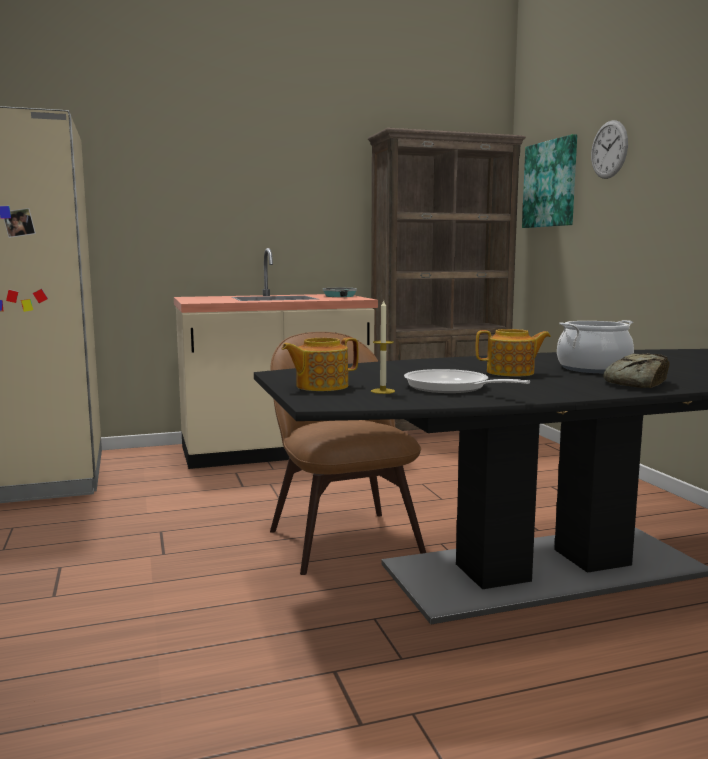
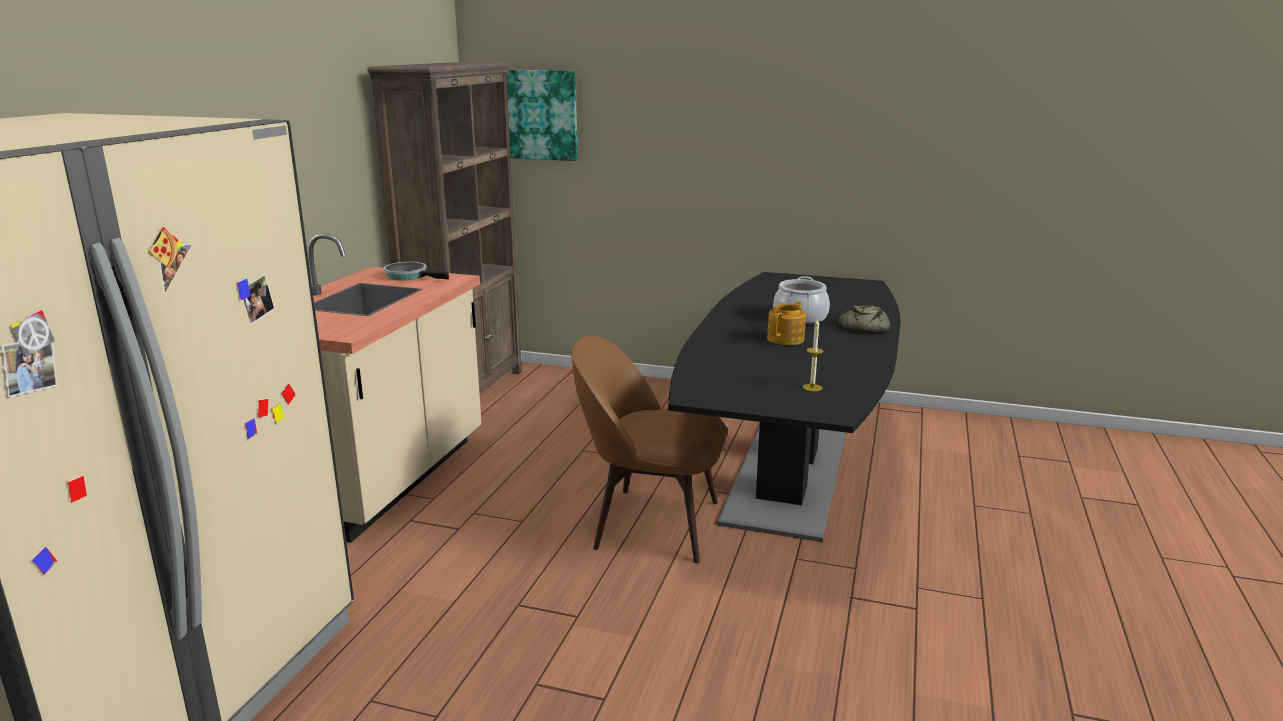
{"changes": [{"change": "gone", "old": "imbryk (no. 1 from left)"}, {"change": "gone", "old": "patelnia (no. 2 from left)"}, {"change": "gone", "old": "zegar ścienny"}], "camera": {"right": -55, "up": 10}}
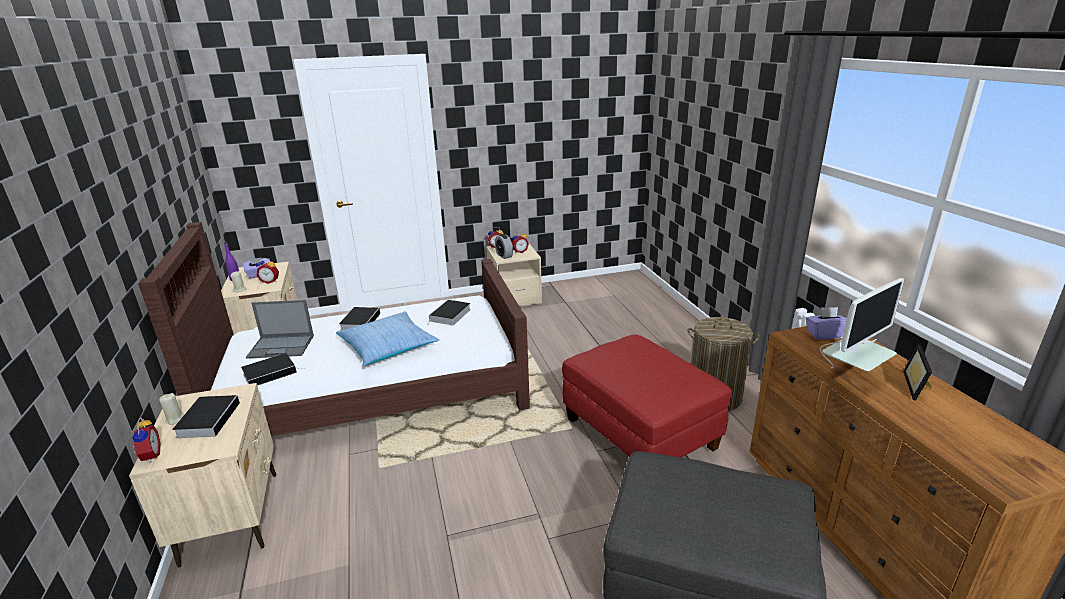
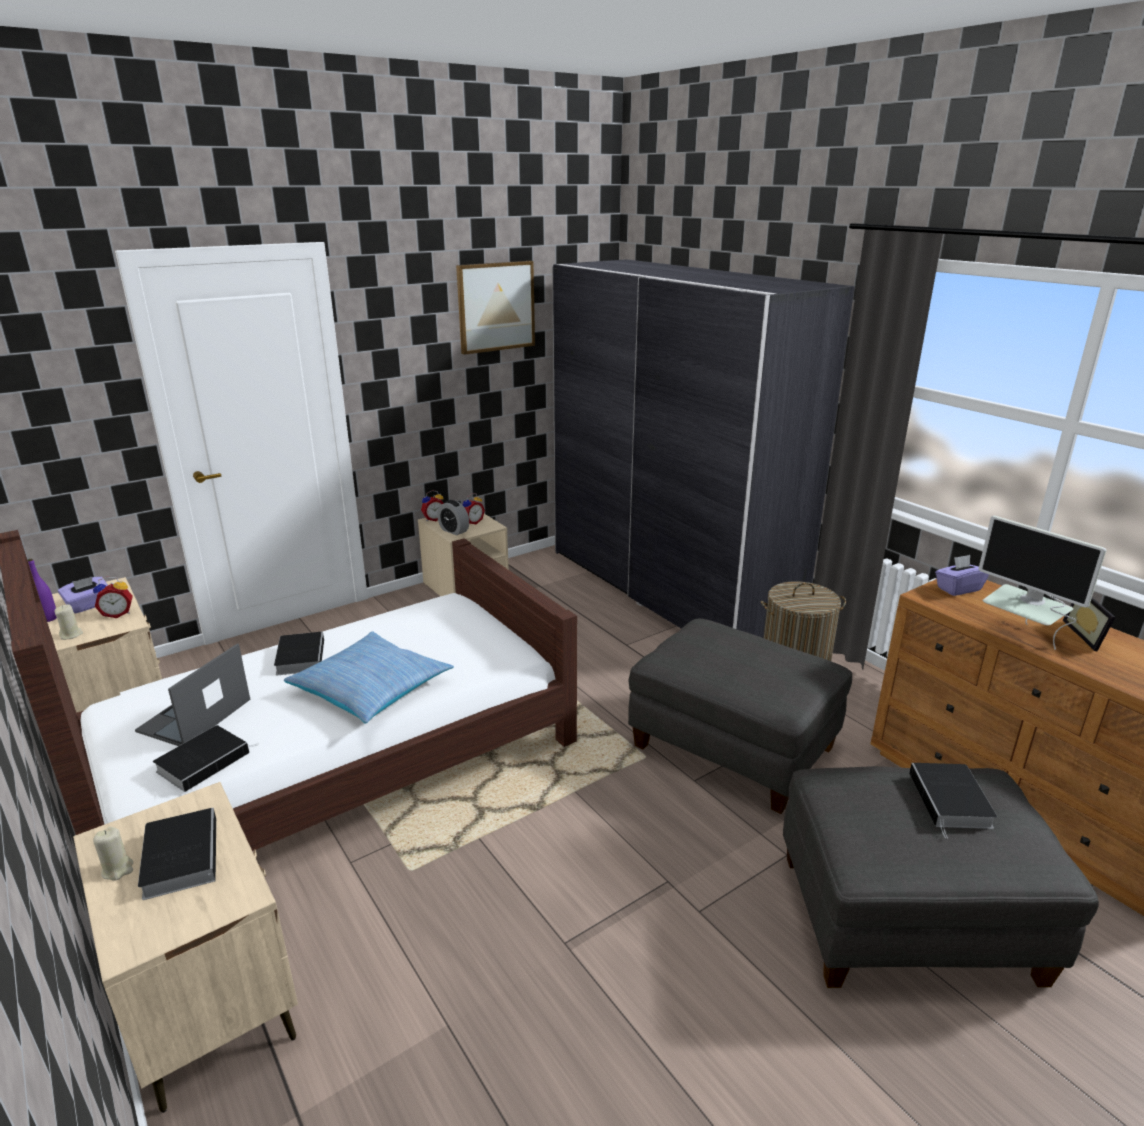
{"changes": [{"change": "gone", "old": "budzik (no. 1 from left)"}, {"change": "rotated", "old": "laptop", "degrees": 135}, {"change": "shifted", "old": "książka (no. 4 from left)"}, {"change": "repainted", "old": "pufa/czerwony", "new": "pufa/szary (no. 1 from left)"}, {"change": "rotated", "old": "monitor", "degrees": 105}, {"change": "new", "new": "obraz"}, {"change": "new", "new": "szafa/szary"}], "camera": {"right": -20, "up": 0}}
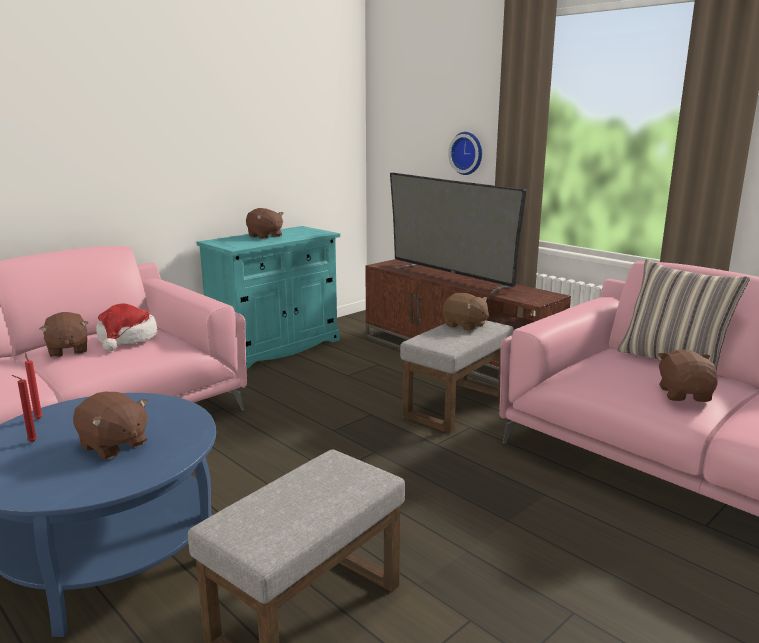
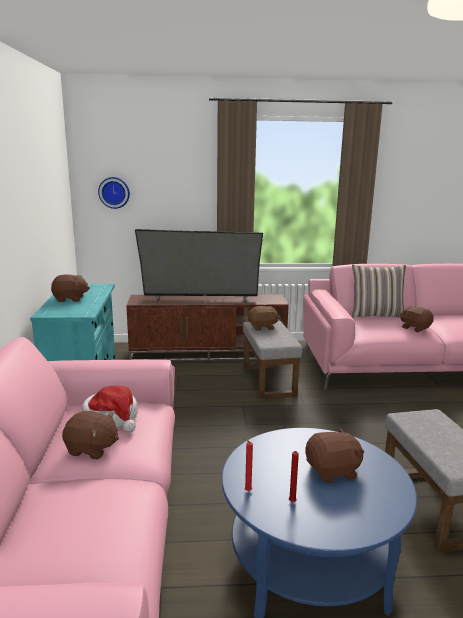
{"changes": [{"change": "shifted", "old": "zegar ścienny"}], "camera": {"right": -50, "up": 0}}
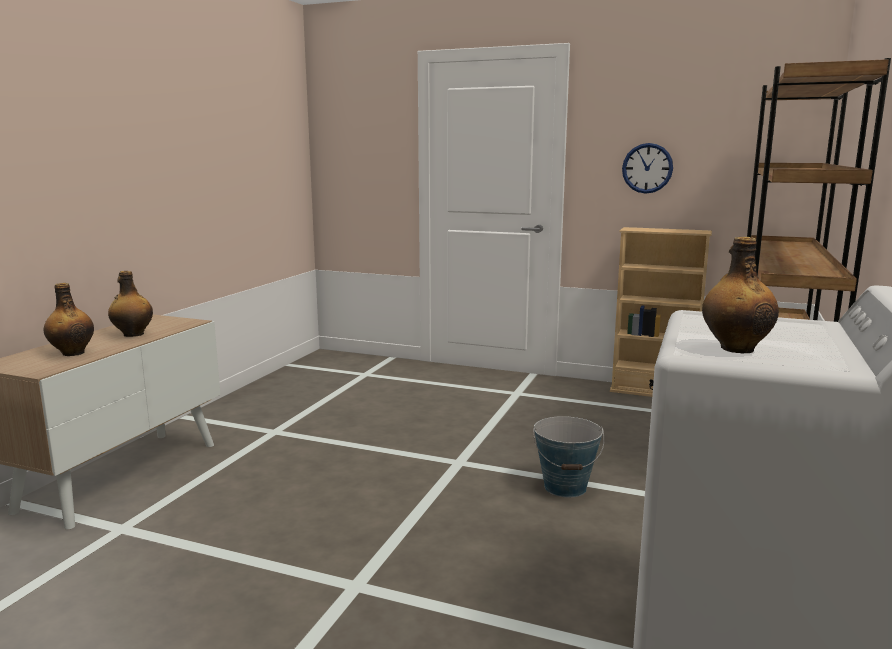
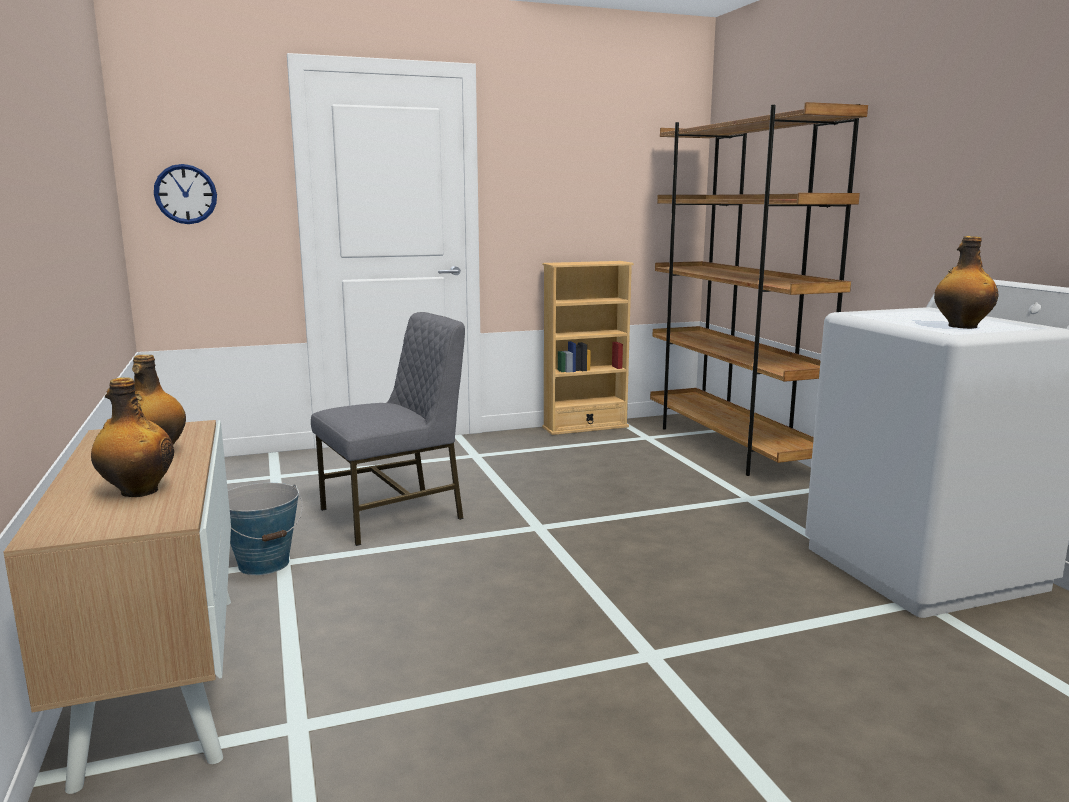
{"changes": [{"change": "shifted", "old": "wiadro"}, {"change": "shifted", "old": "zegar ścienny"}, {"change": "new", "new": "krzesło/szary"}], "camera": {"right": -40, "up": 0}}
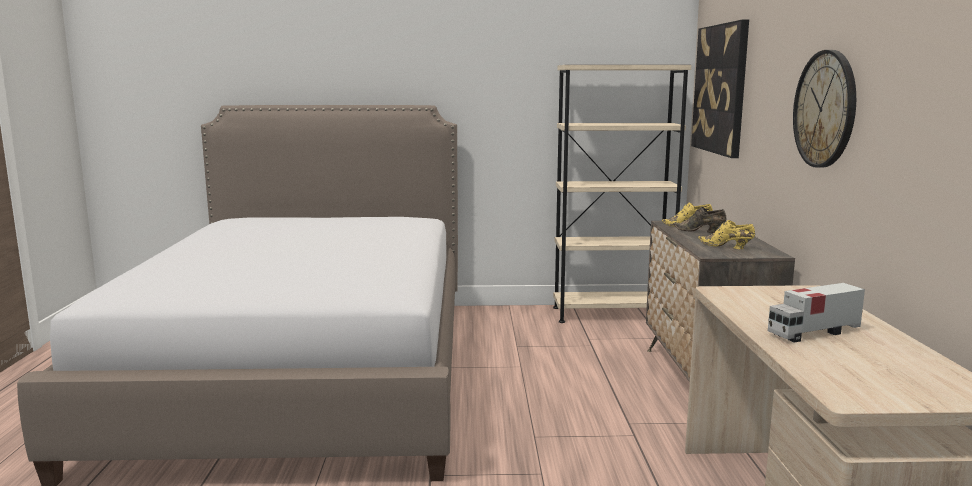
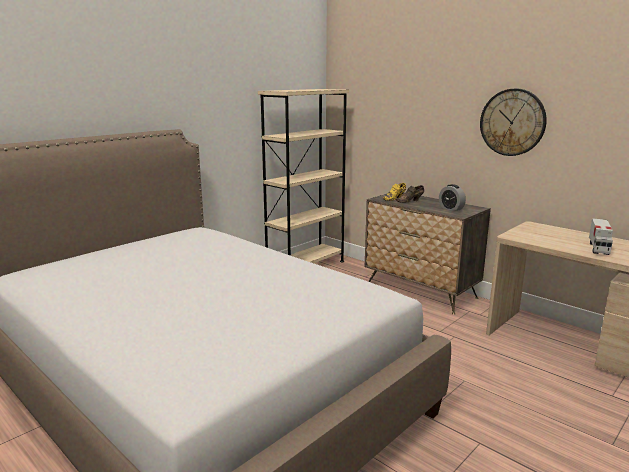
{"changes": [{"change": "gone", "old": "obraz"}, {"change": "swapped", "old": "but/żółty (no. 2 from left)", "new": "budzik"}], "camera": {"right": -45, "up": 5}}
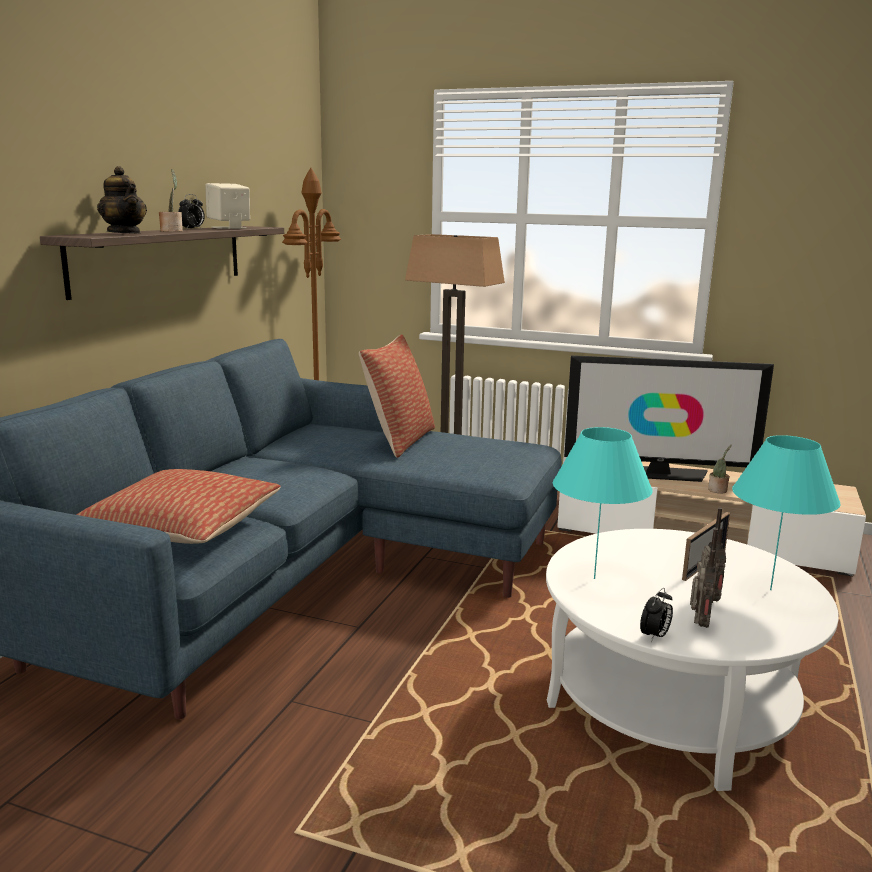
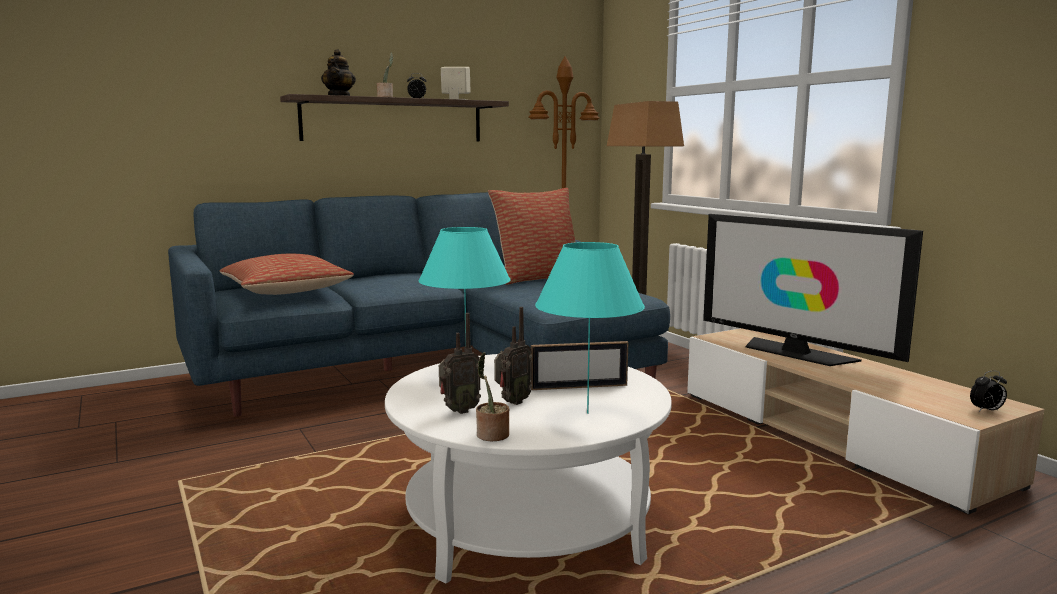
{"changes": [{"change": "shifted", "old": "budzik (no. 2 from left)"}, {"change": "shifted", "old": "roślina doniczkowa (no. 2 from left)"}], "camera": {"right": 40, "up": -5}}
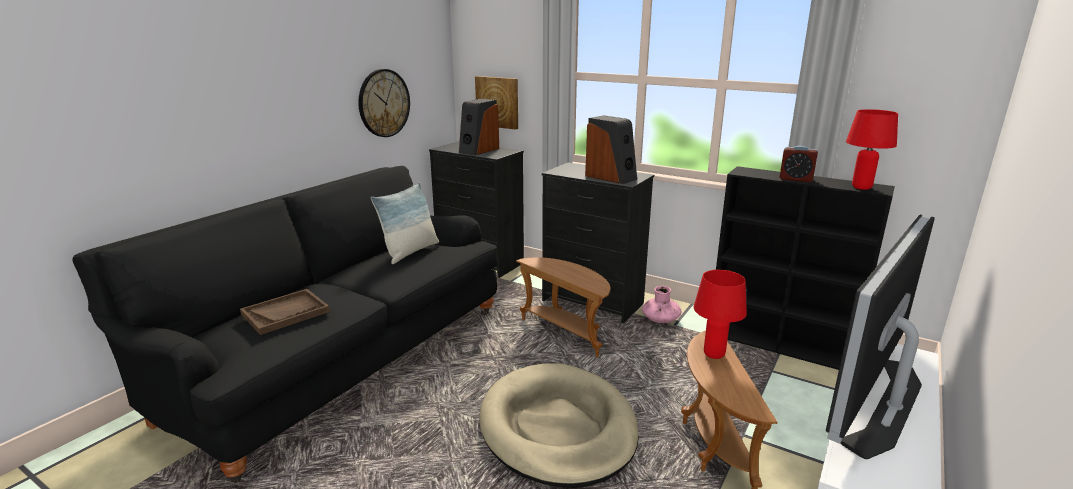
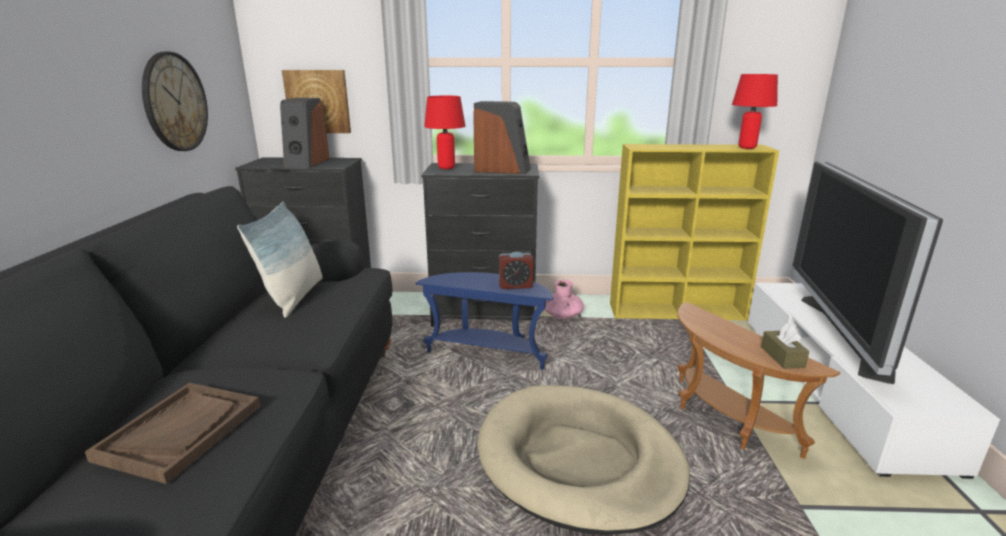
{"changes": [{"change": "repainted", "old": "stolik/brązowy (no. 1 from left)", "new": "stolik/niebieski"}, {"change": "shifted", "old": "lampa stołowa/czerwony (no. 1 from left)"}, {"change": "repainted", "old": "regał/czarny", "new": "regał/żółty"}, {"change": "shifted", "old": "budzik"}, {"change": "new", "new": "pudełko chusteczek/brązowy"}], "camera": {"right": -30, "up": 0}}
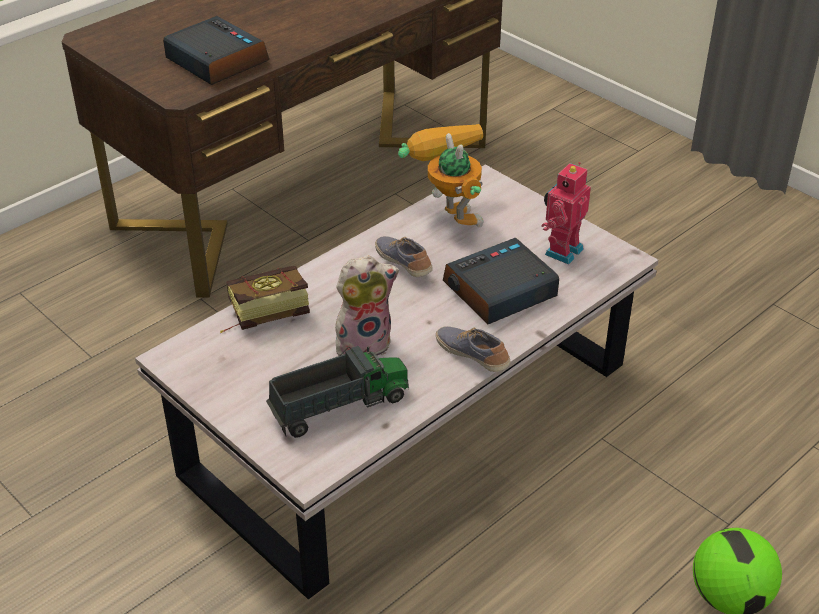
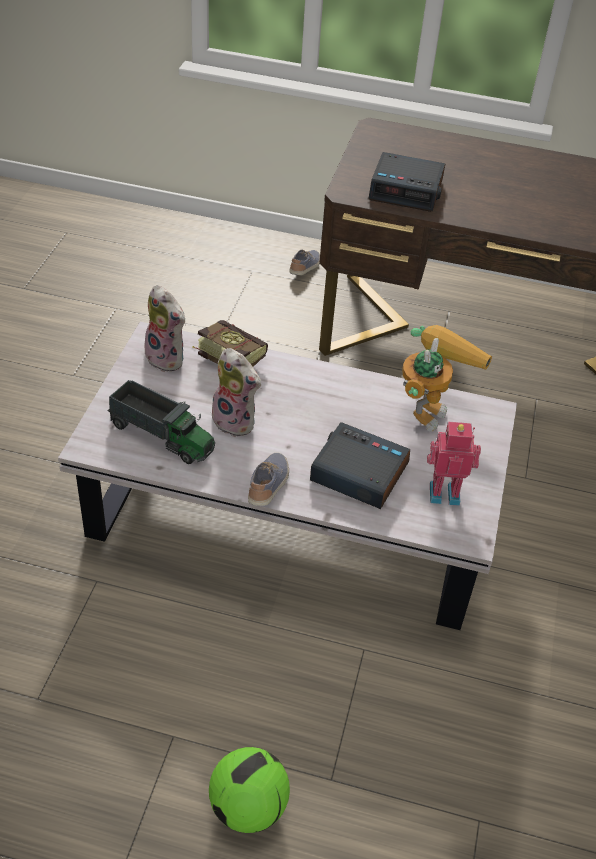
{"changes": [{"change": "rotated", "old": "budzik (no. 1 from left in the first image)", "degrees": 90}, {"change": "shifted", "old": "but (no. 1 from left in the first image)", "new": "but (no. 2 from left)"}, {"change": "new", "new": "pluszak (no. 1 from left)"}], "camera": {"right": 55, "up": 5}}
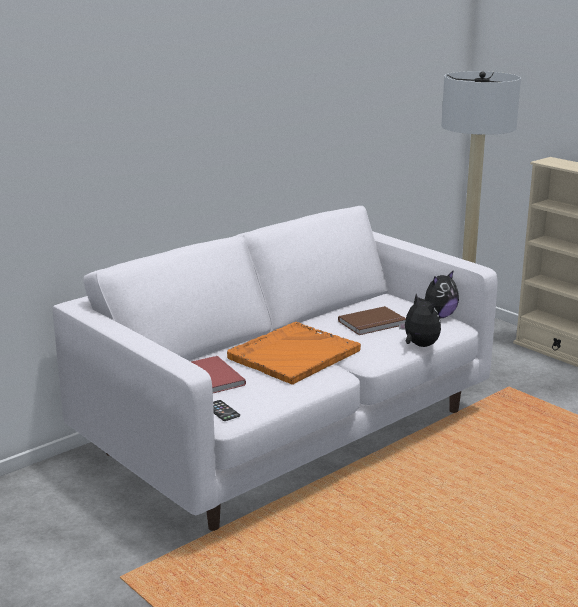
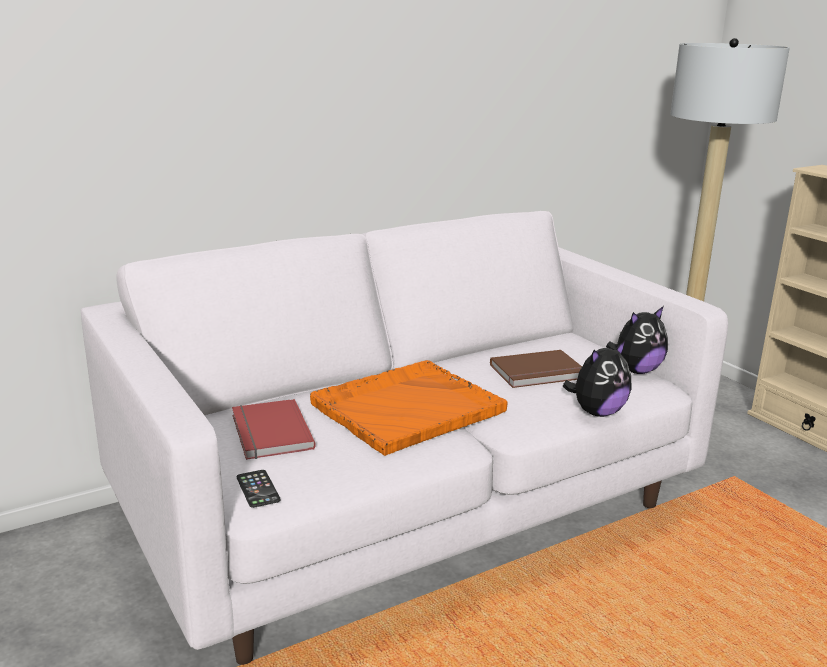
{"changes": [{"change": "rotated", "old": "pluszak (no. 1 from left)", "degrees": 75}], "camera": {"right": 10, "up": 0}}
